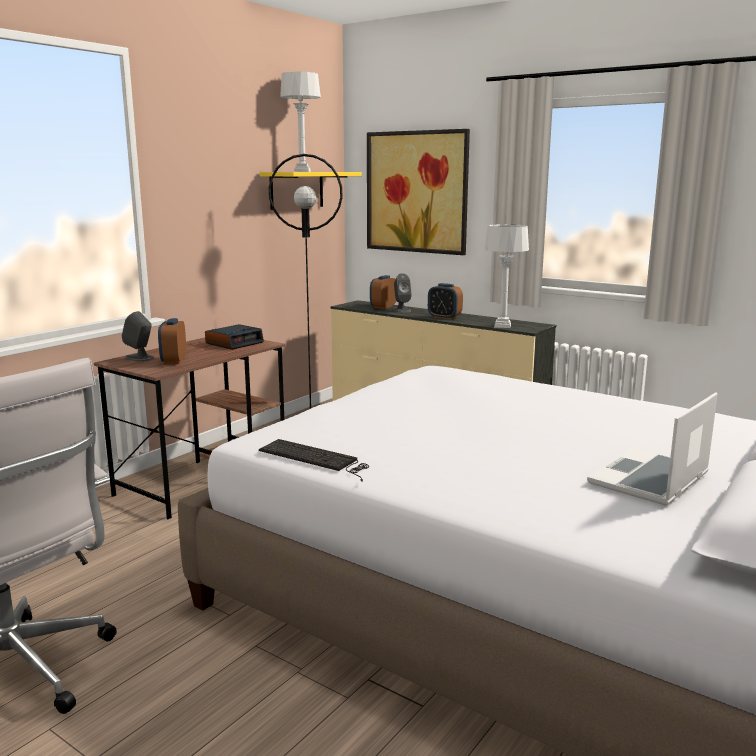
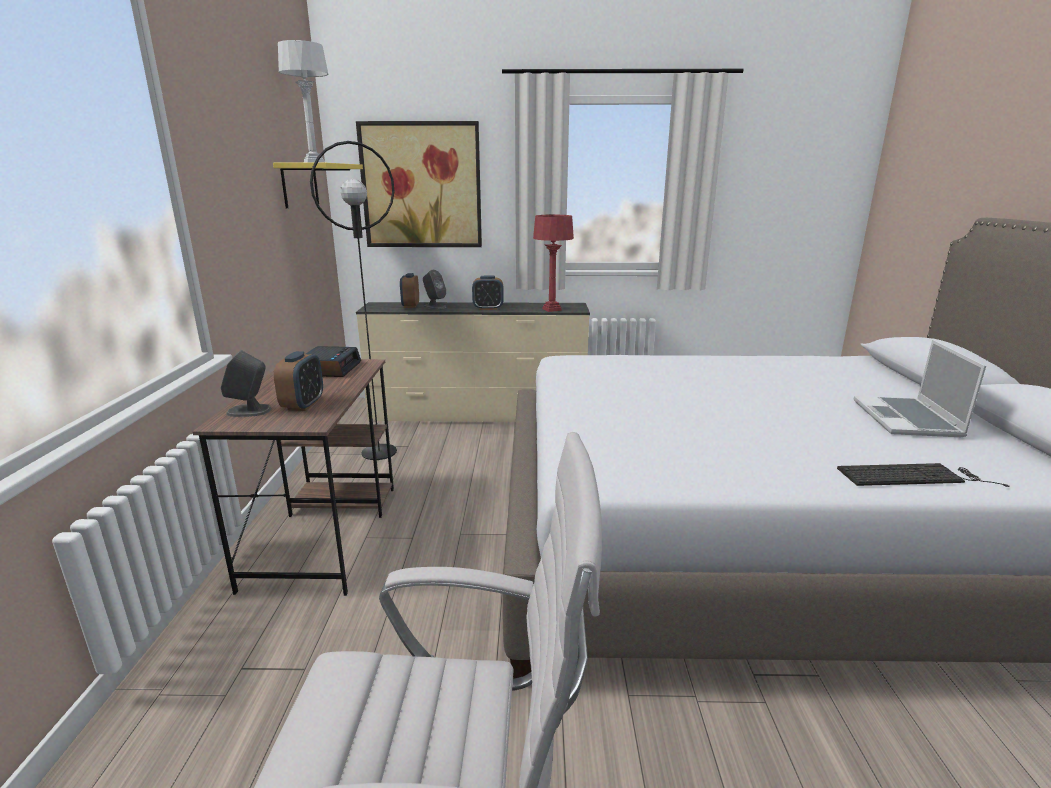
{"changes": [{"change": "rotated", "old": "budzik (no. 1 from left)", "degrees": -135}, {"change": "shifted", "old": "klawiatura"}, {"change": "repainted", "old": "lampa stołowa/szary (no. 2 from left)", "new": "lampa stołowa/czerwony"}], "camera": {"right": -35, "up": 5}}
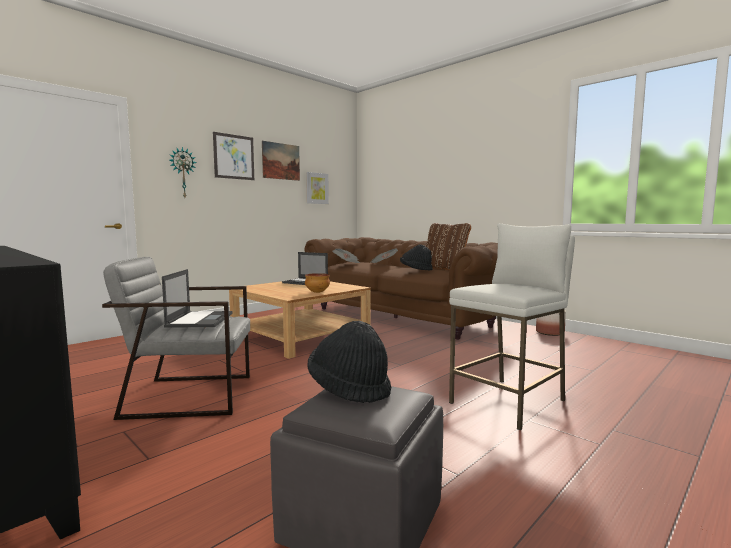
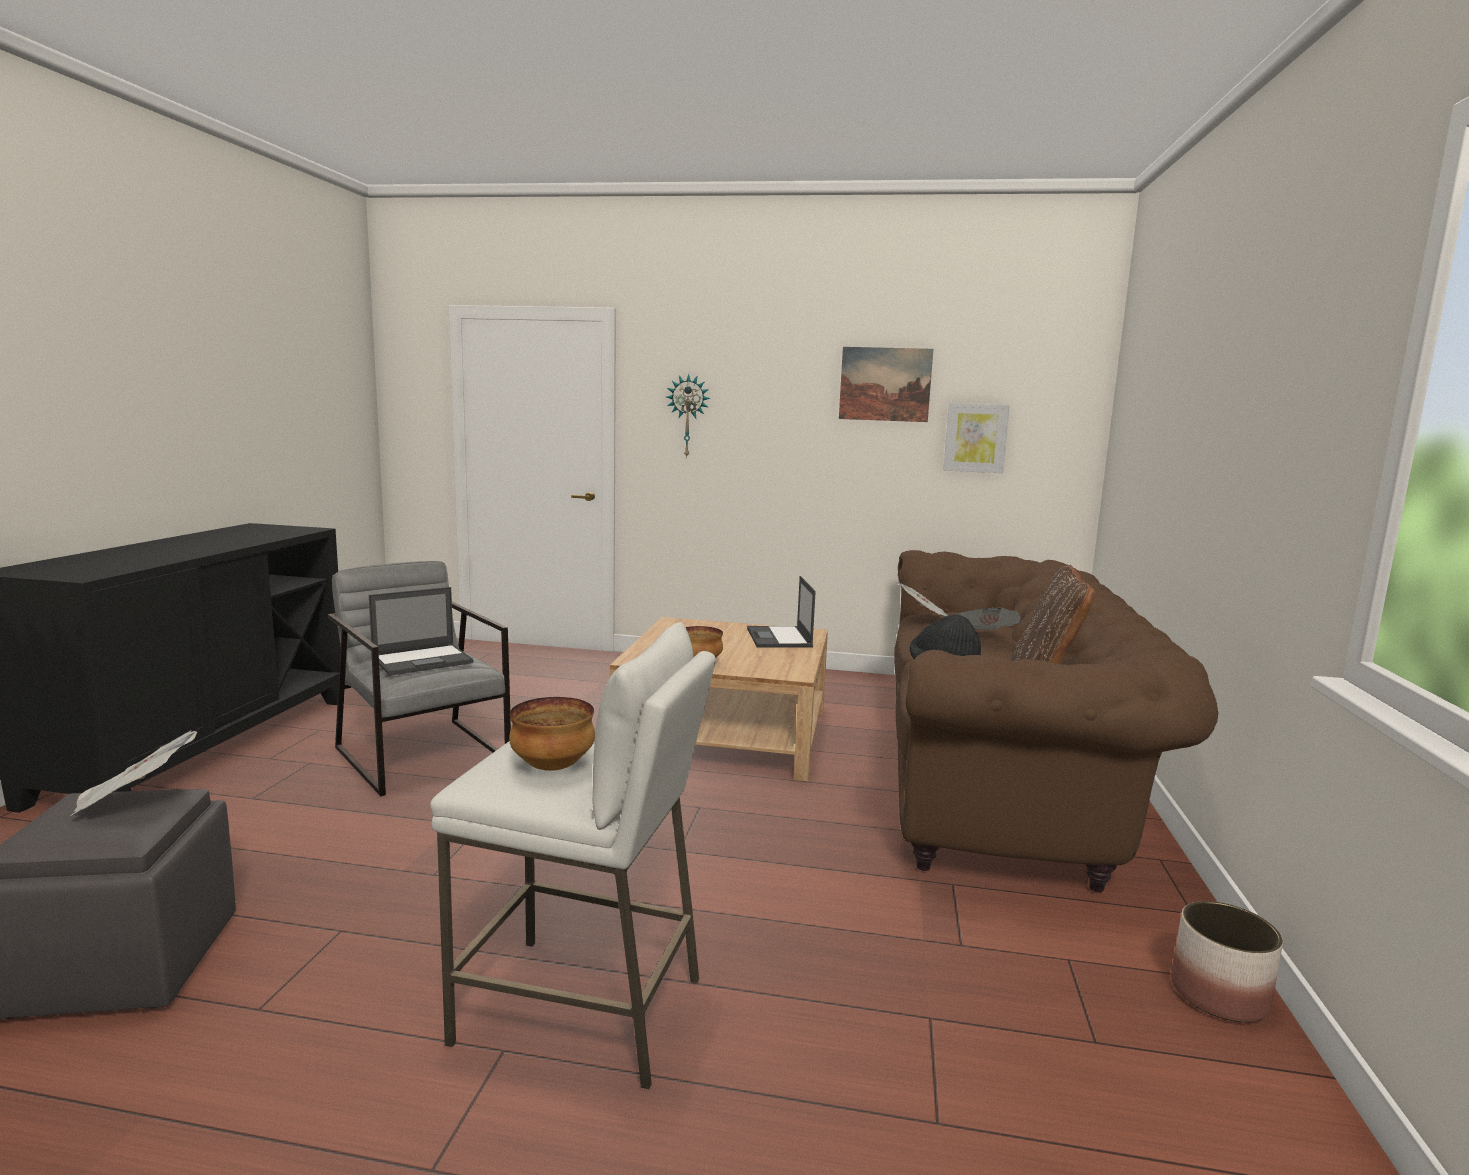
{"changes": [{"change": "gone", "old": "obraz (no. 1 from left)"}, {"change": "swapped", "old": "kapelusz/czarny (no. 1 from left)", "new": "gazeta (no. 1 from left)"}, {"change": "new", "new": "miska (no. 1 from left)"}], "camera": {"right": 55, "up": 5}}
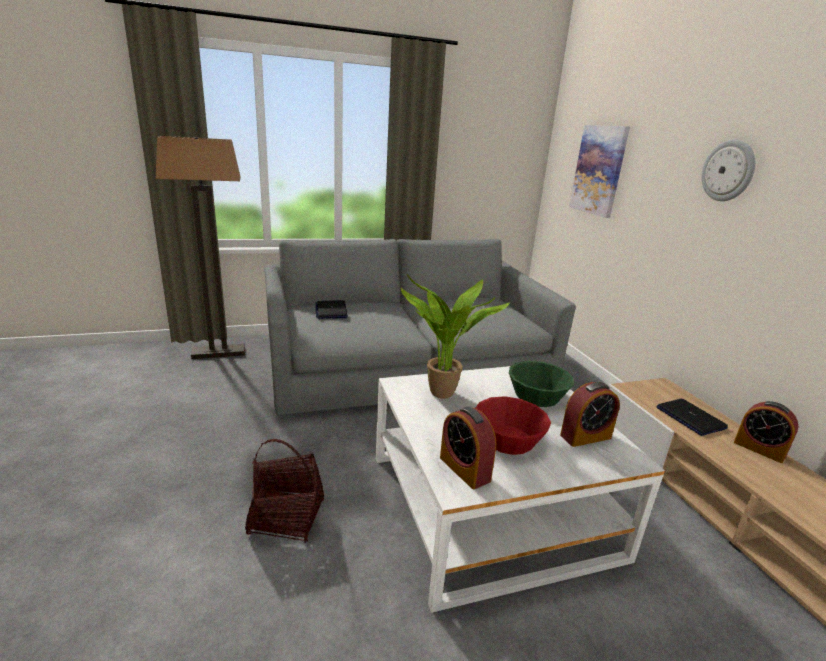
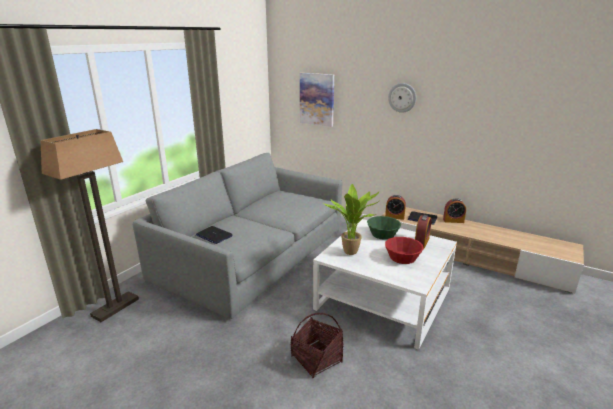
{"changes": [{"change": "shifted", "old": "budzik (no. 1 from left)"}], "camera": {"right": -40, "up": 0}}
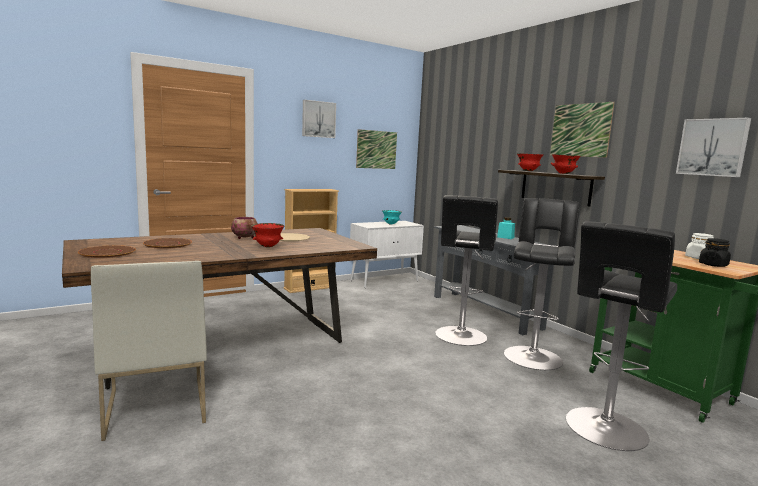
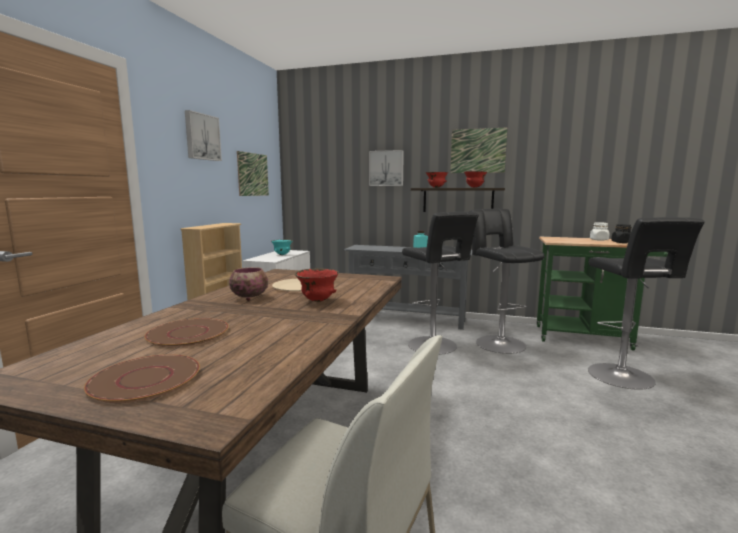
{"changes": [{"change": "shifted", "old": "obraz (no. 4 from left in the first image)", "new": "obraz (no. 3 from left)"}], "camera": {"right": -40, "up": 0}}
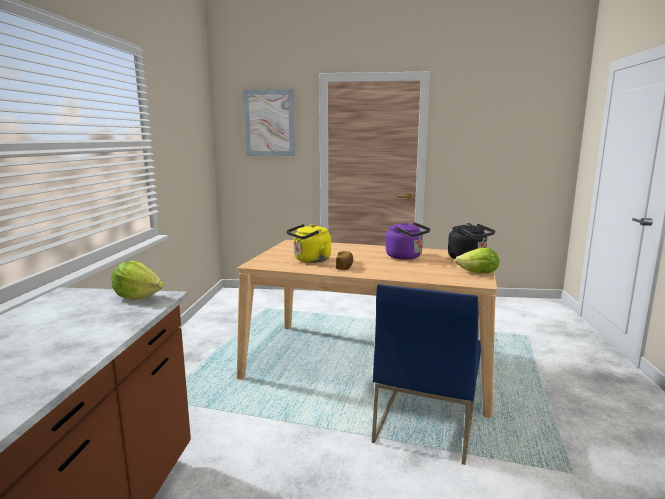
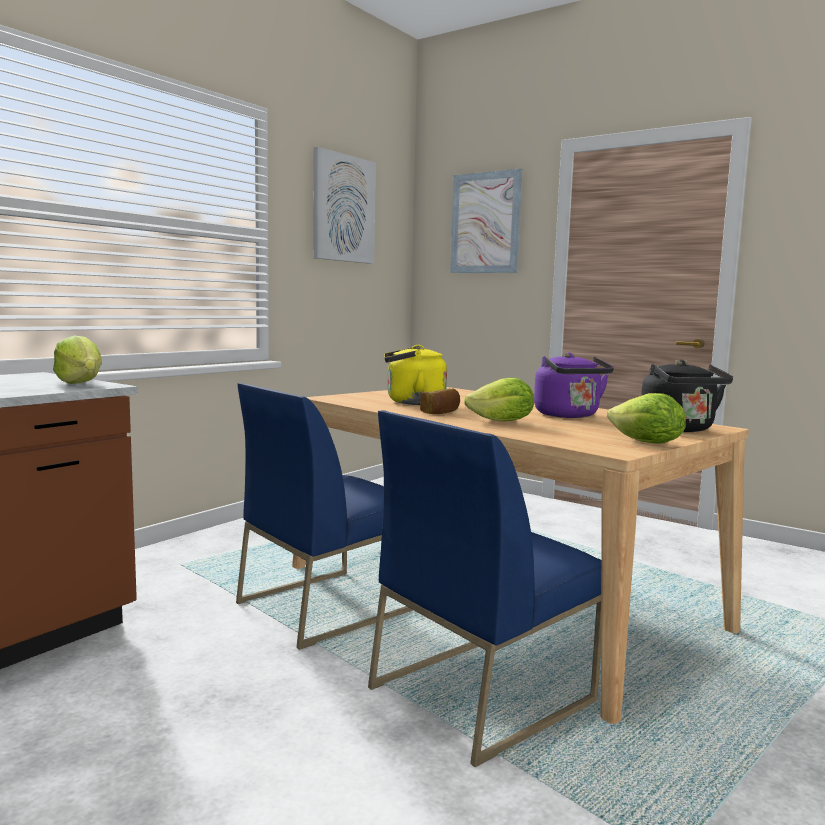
{"changes": [{"change": "new", "new": "krzesło/niebieski (no. 1 from left)"}, {"change": "new", "new": "obraz (no. 1 from left)"}, {"change": "new", "new": "sałata (no. 2 from left)"}], "camera": {"right": 30, "up": -5}}
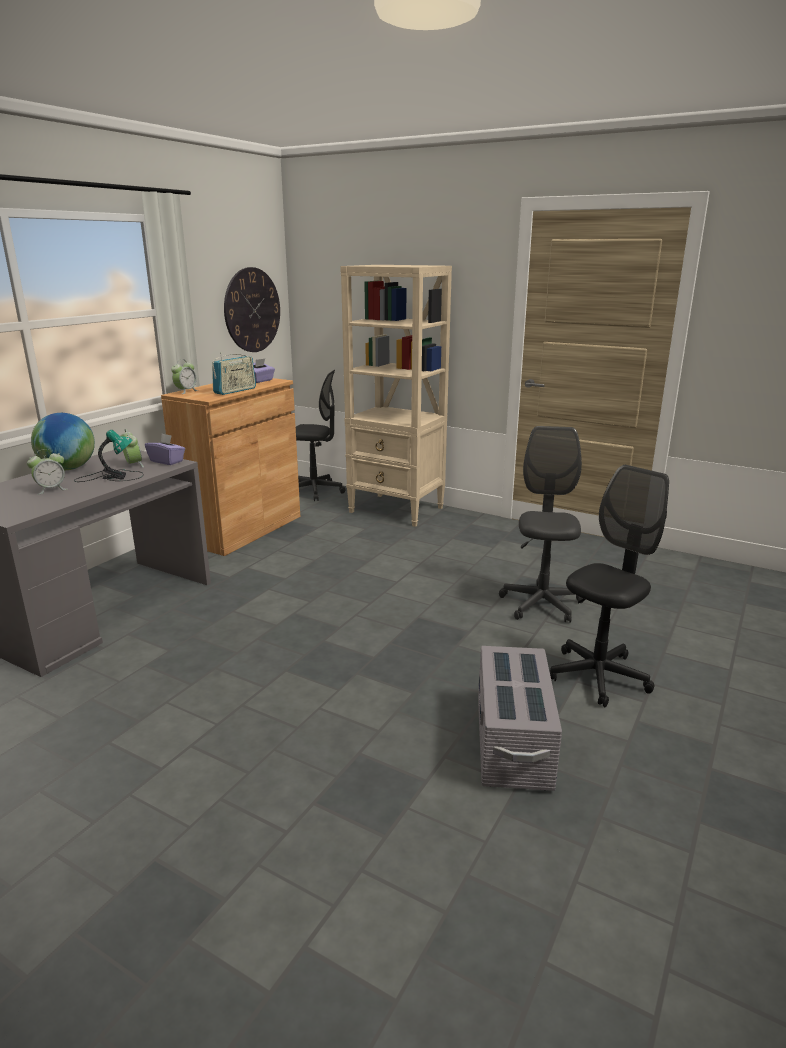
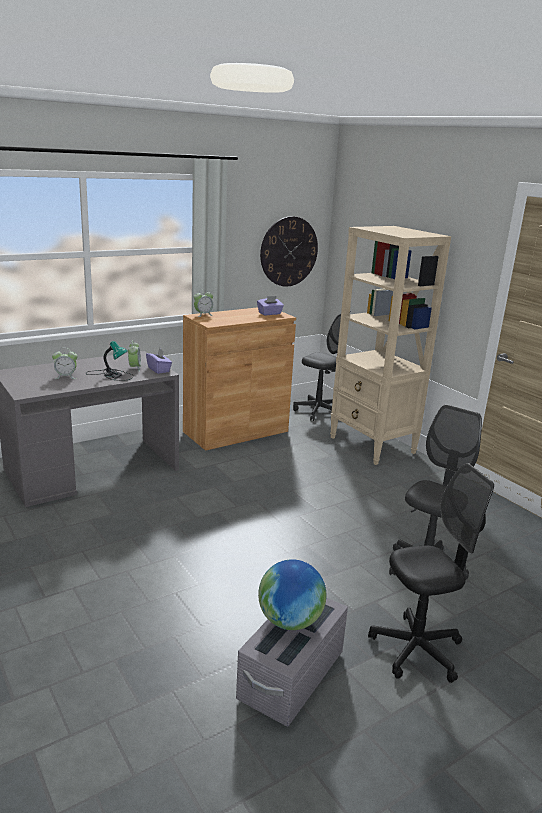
{"changes": [{"change": "shifted", "old": "globus"}, {"change": "gone", "old": "radio"}], "camera": {"right": 25, "up": 0}}
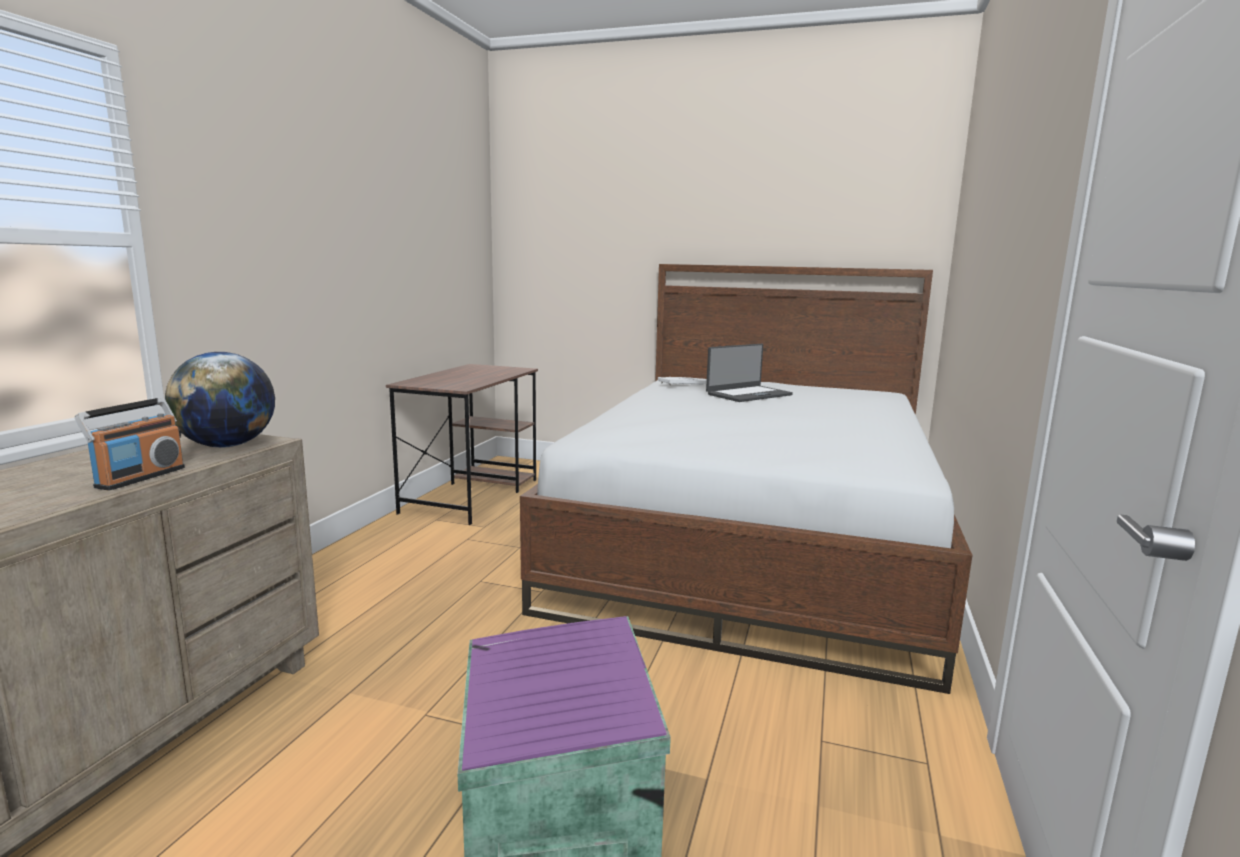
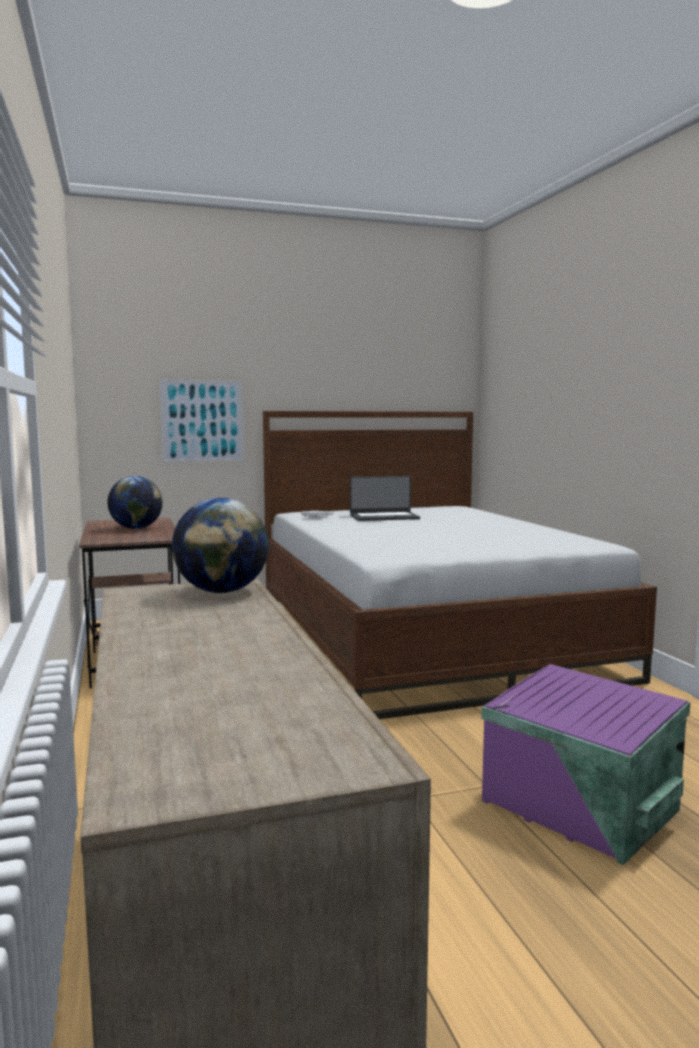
{"changes": [{"change": "gone", "old": "radio"}, {"change": "rotated", "old": "laptop", "degrees": 60}, {"change": "new", "new": "globus (no. 1 from left)"}, {"change": "new", "new": "obraz"}], "camera": {"right": -35, "up": -5}}
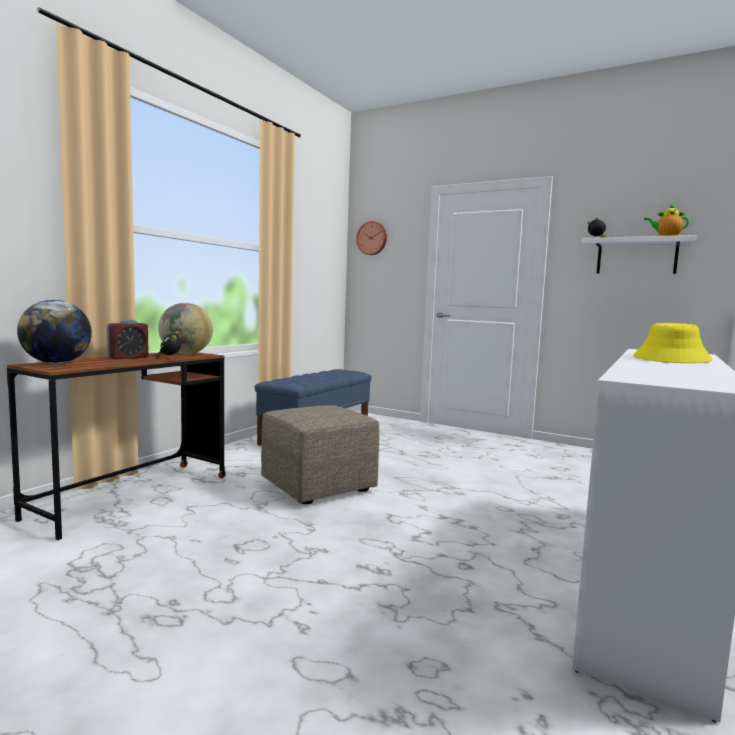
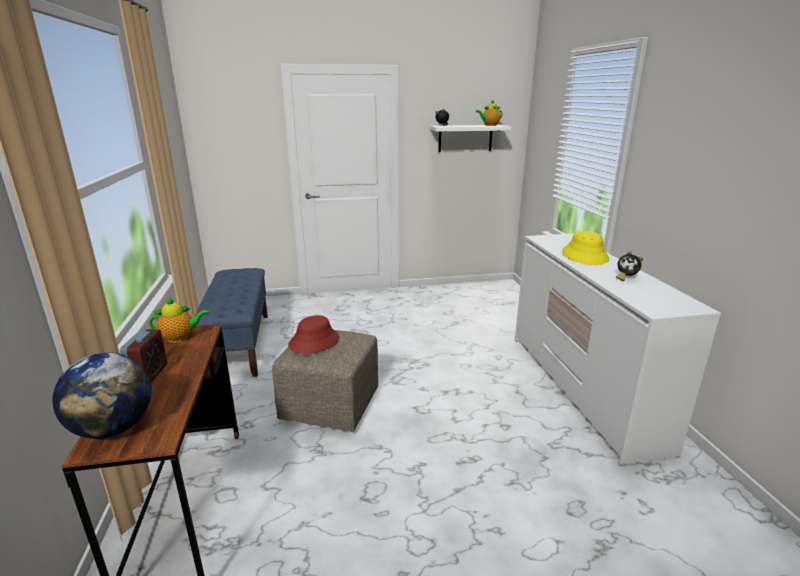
{"changes": [{"change": "shifted", "old": "budzik (no. 2 from left in the first image)", "new": "budzik (no. 3 from left)"}, {"change": "swapped", "old": "globus (no. 2 from left)", "new": "imbryk (no. 1 from left)"}, {"change": "gone", "old": "zegar ścienny"}, {"change": "new", "new": "kapelusz/czerwony"}], "camera": {"right": -40, "up": 15}}
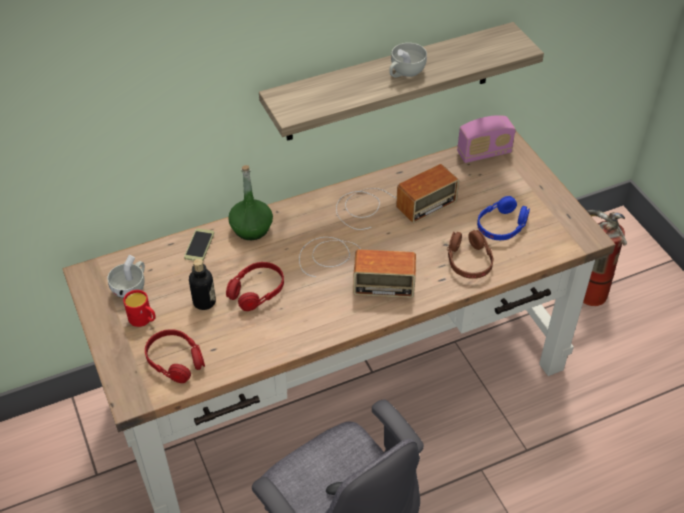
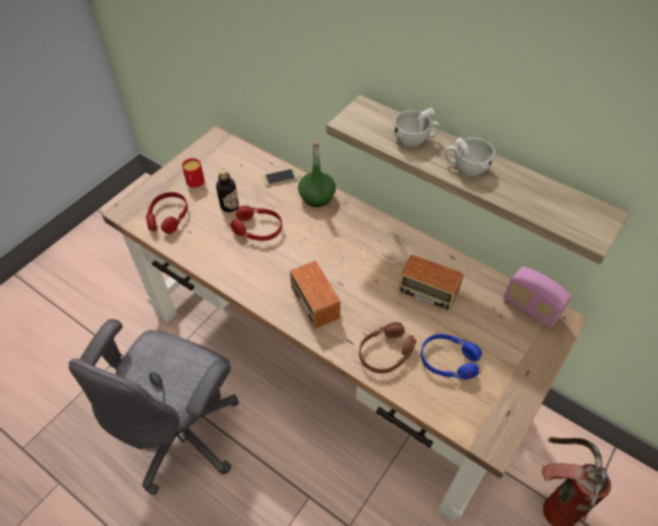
{"changes": [{"change": "shifted", "old": "filiżanka/biały (no. 1 from left)"}], "camera": {"right": 60, "up": 5}}
